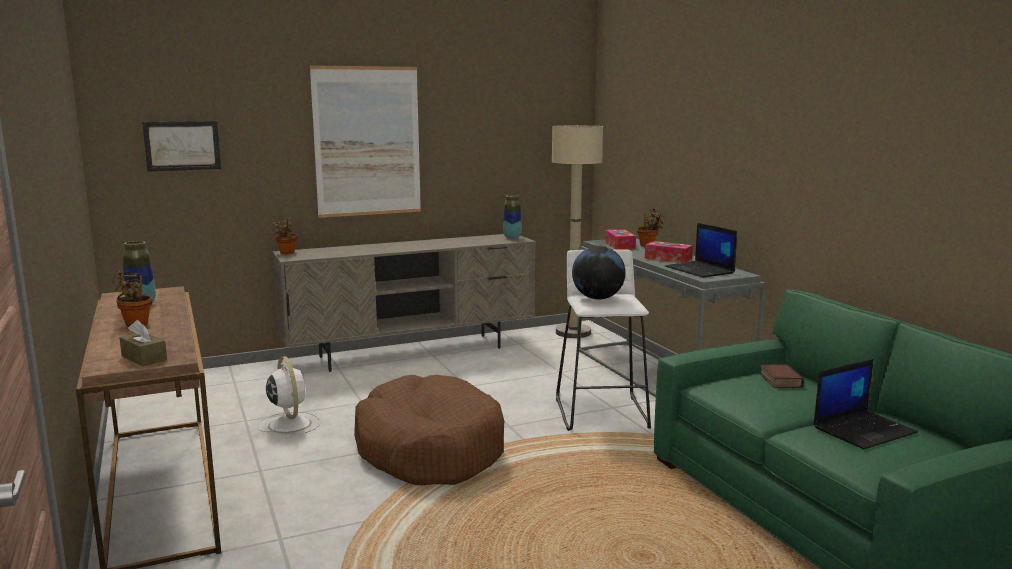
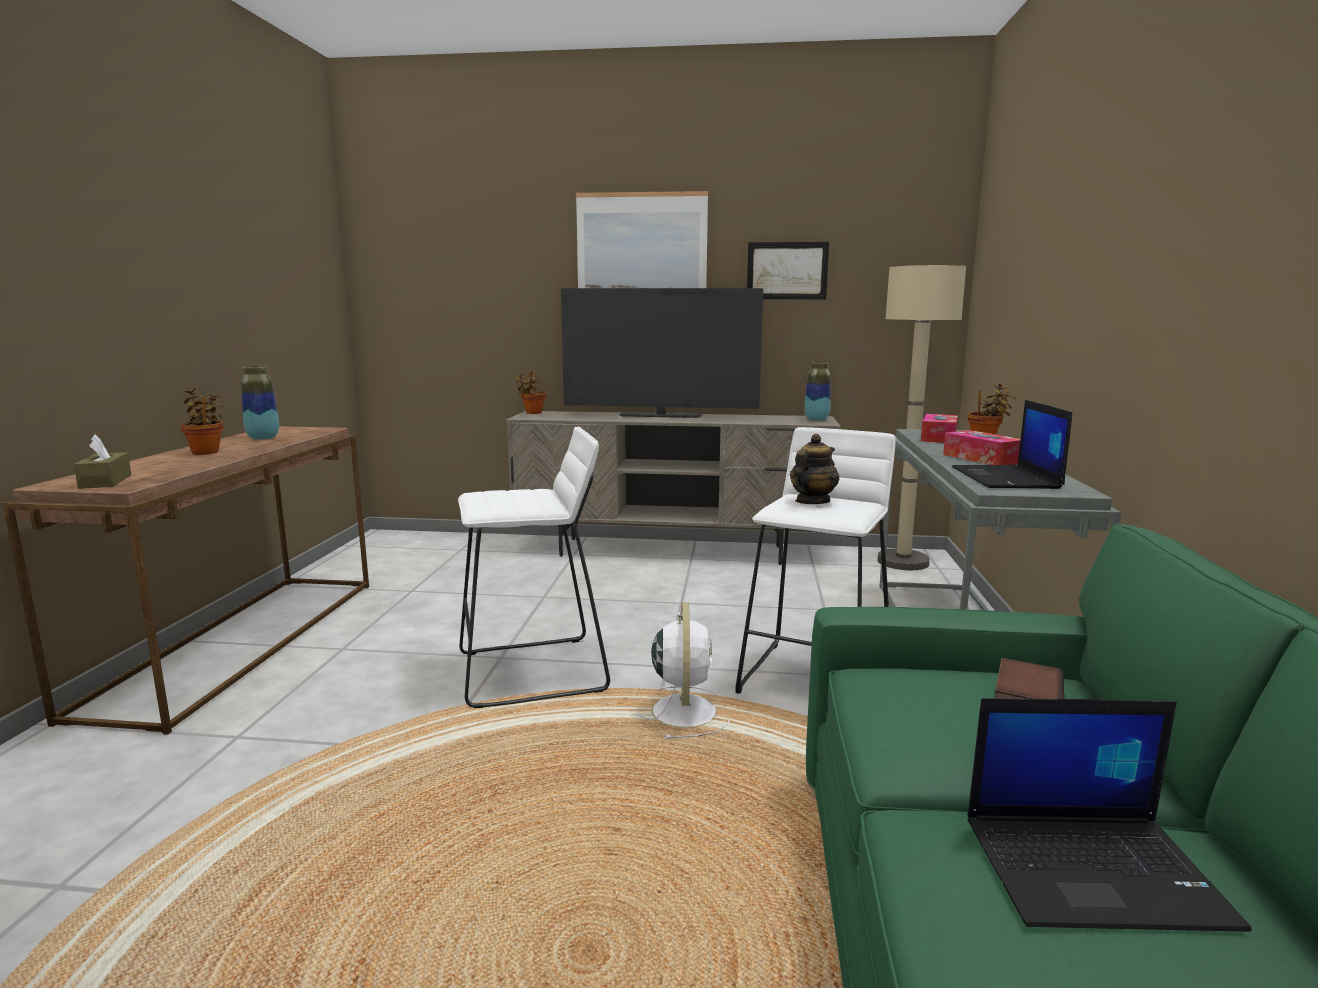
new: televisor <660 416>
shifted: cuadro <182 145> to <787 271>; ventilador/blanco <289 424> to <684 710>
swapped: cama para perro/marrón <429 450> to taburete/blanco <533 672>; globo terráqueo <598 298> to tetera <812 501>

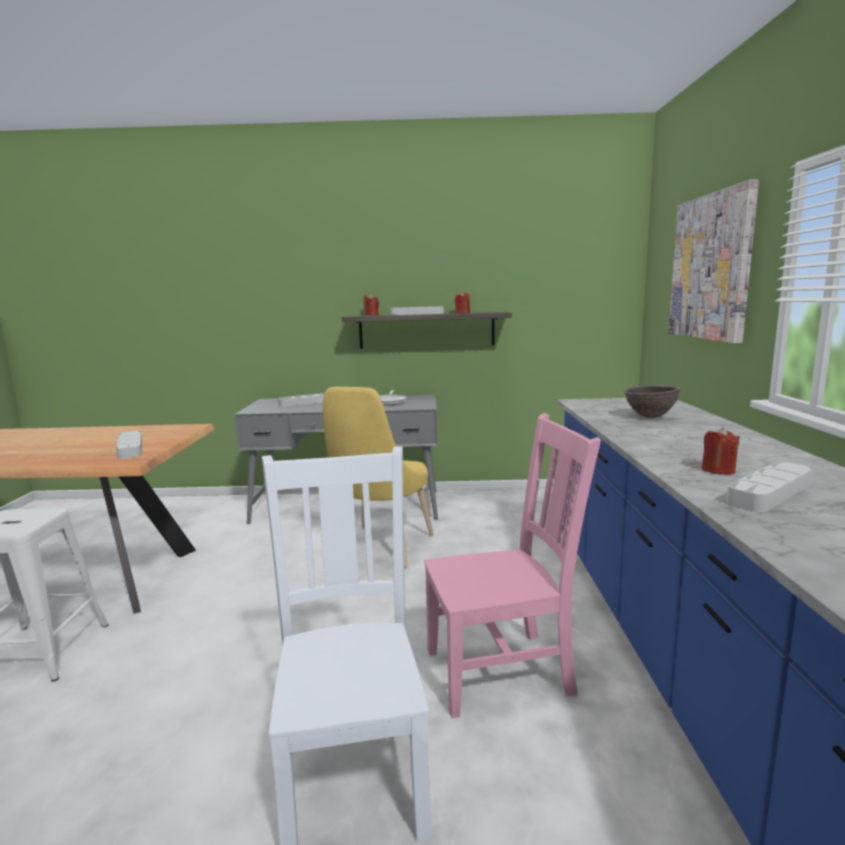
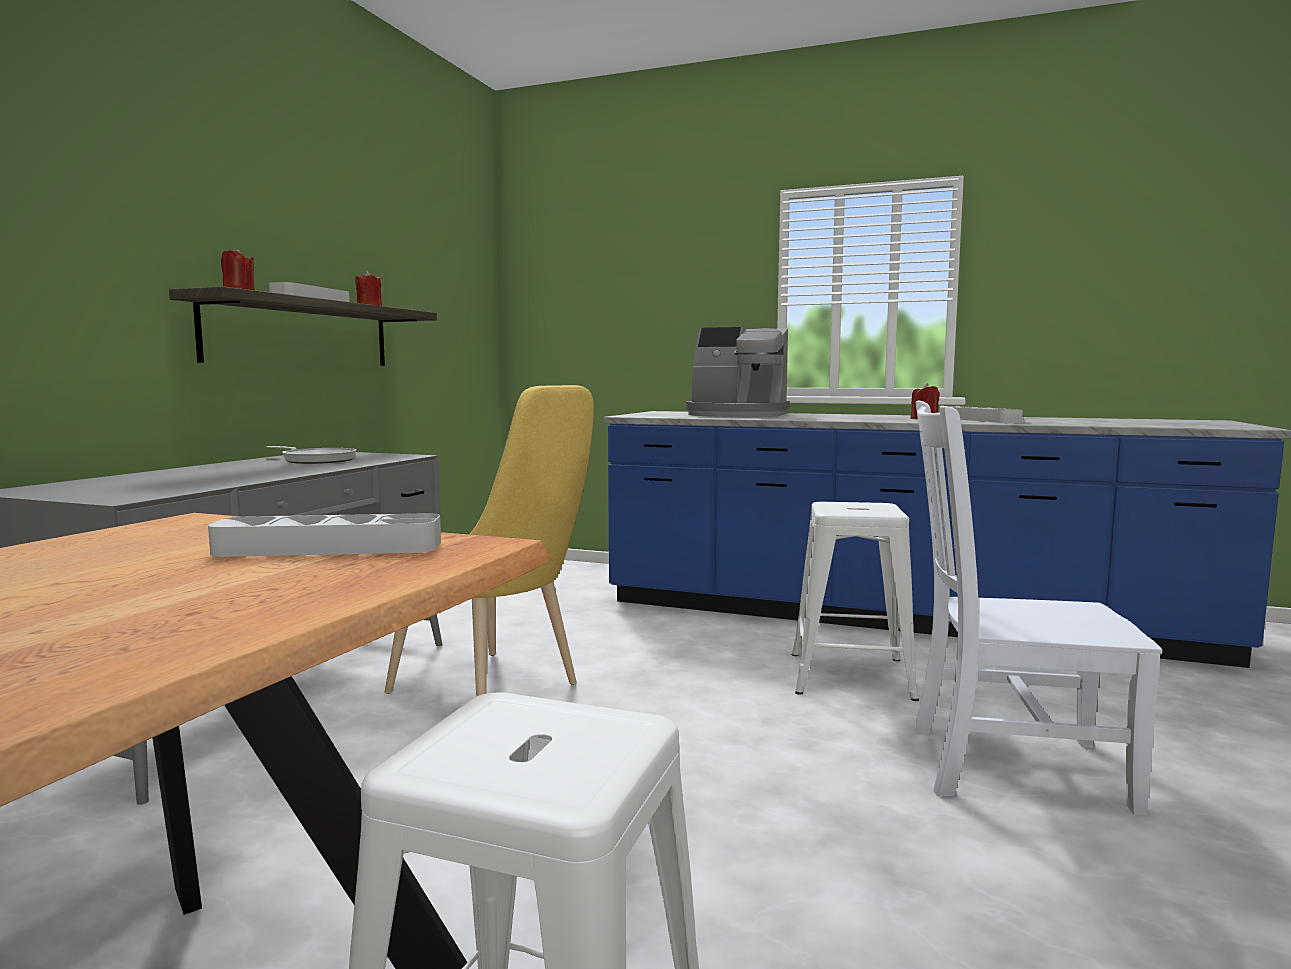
gone: bandeja/gris <305 403>; cuadro <711 267>
swapped: silla/rosa <503 671> to taburete/blanco <851 675>; cuenco/marrón <649 417> to cafetera <737 415>

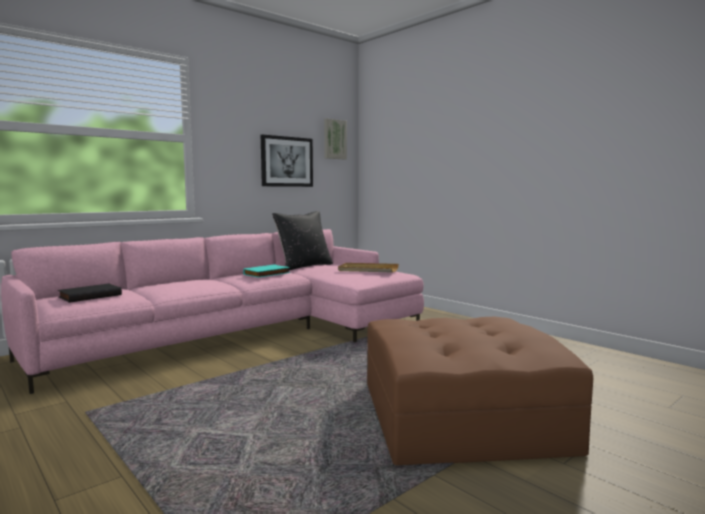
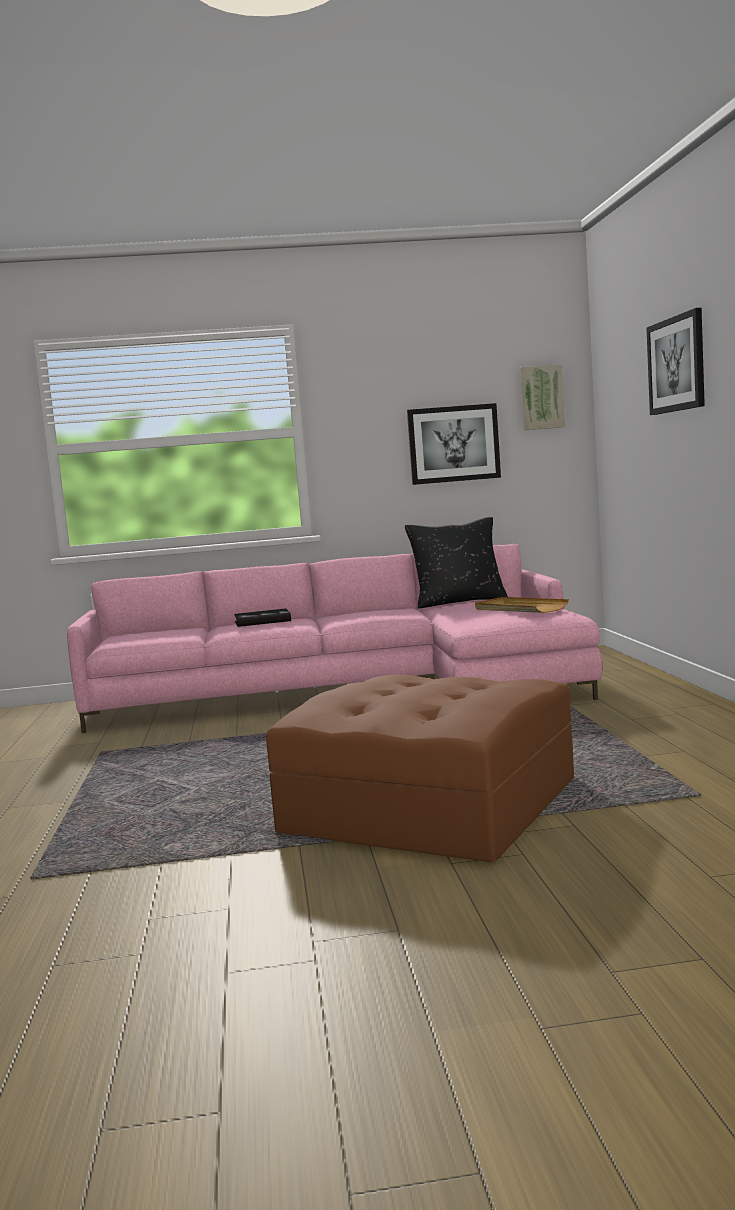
gone: libro/turquesa <267 274>
new: cuadro <676 364>
shifted: libro/negro <90 296> to <263 621>

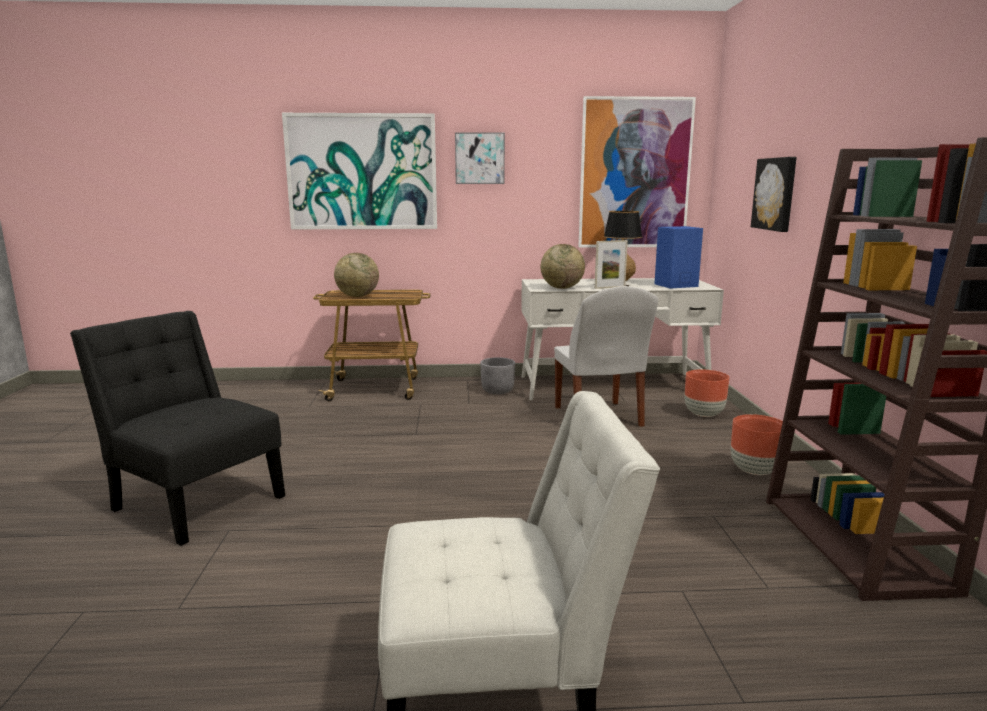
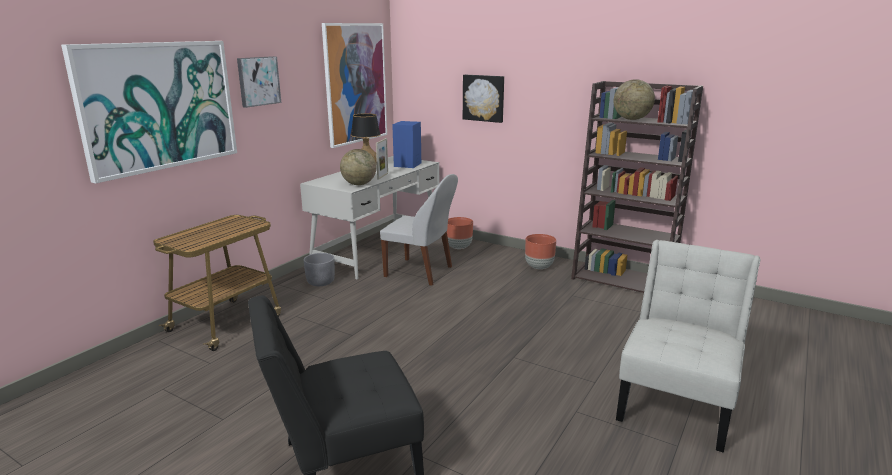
shifted: globo terráqueo <357 296> to <631 119>

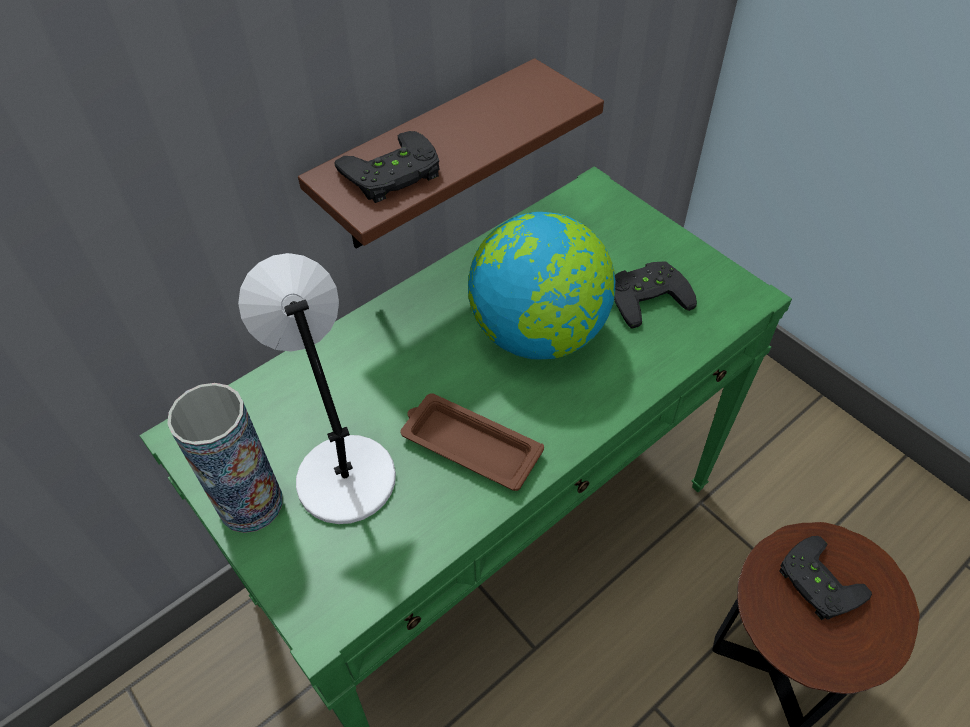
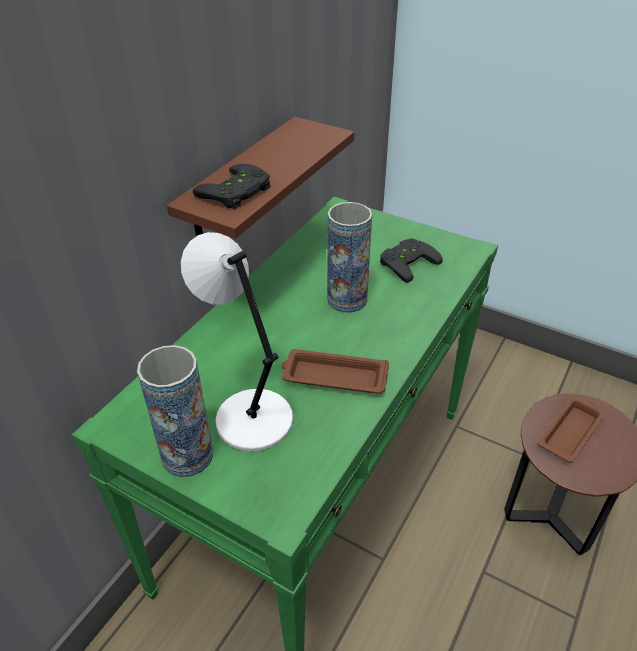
swapped: globo terráqueo <538 334> to florero <347 299>; mando de consola/negro <815 583> to bandeja/marrón <571 431>

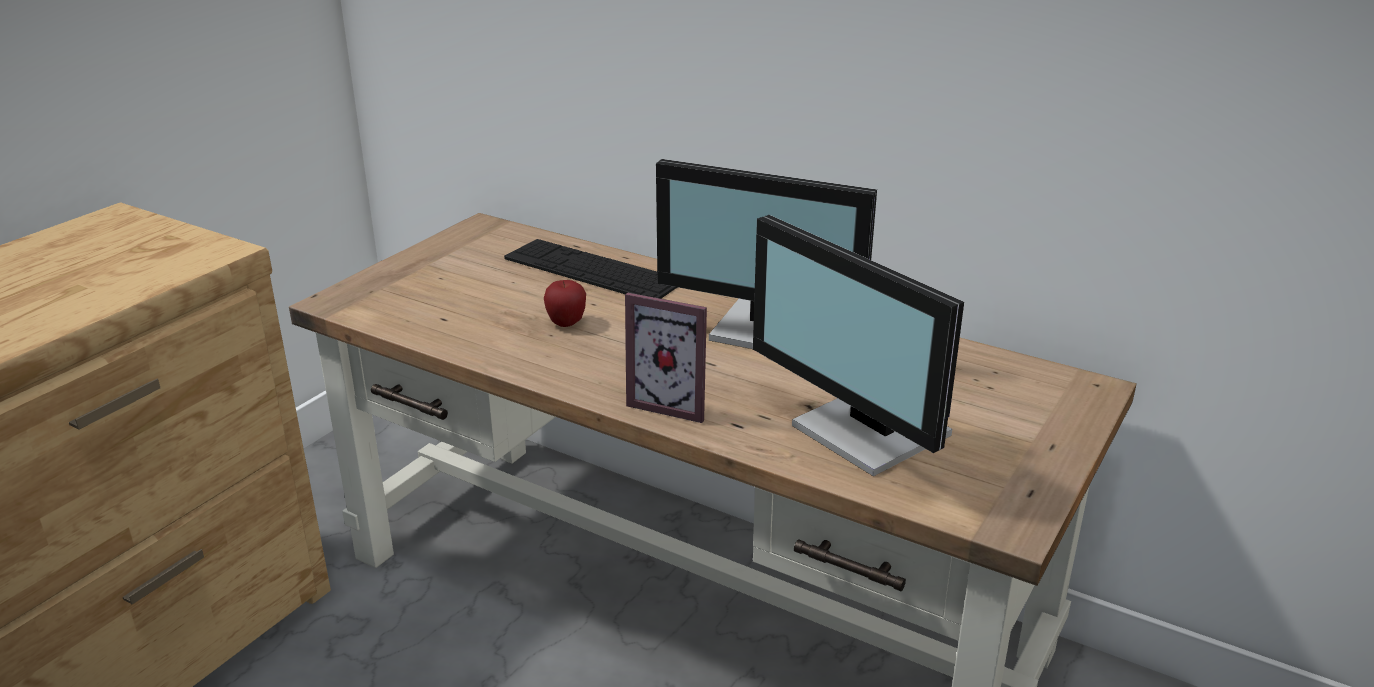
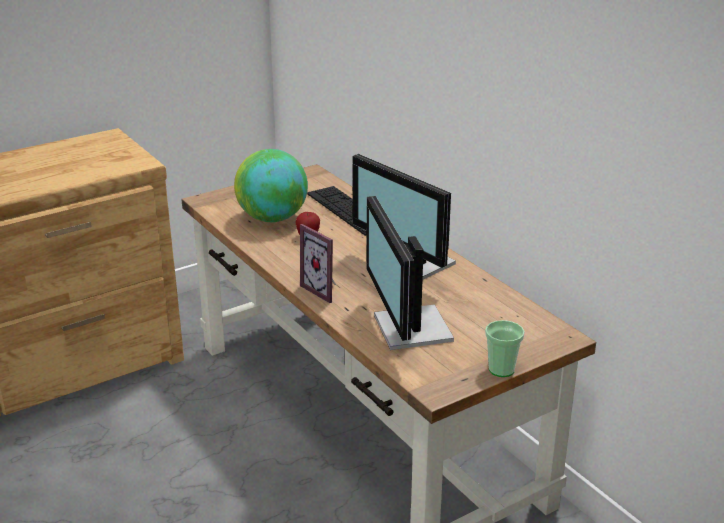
new: globo terráqueo <272 218>; taza <501 369>

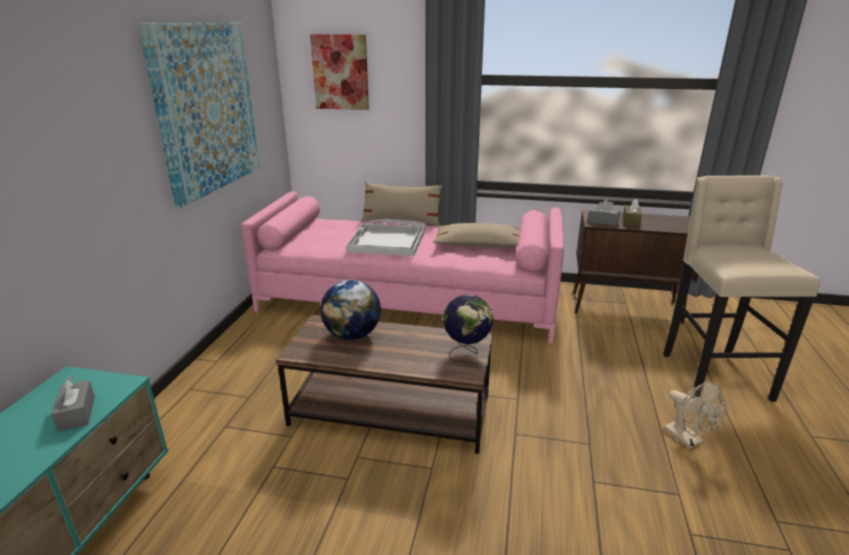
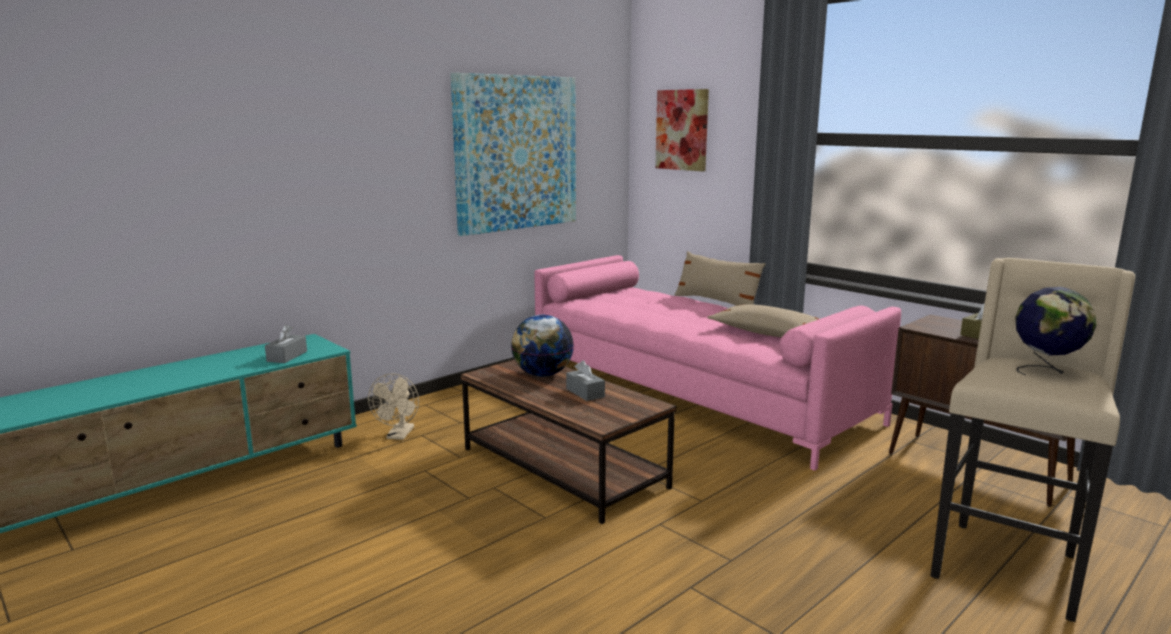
gone: bandeja/blanco <386 241>
shifted: globo terráqueo <466 352> to <1046 371>; caja de pañuelos/gris <603 221> to <585 393>; ventilador/beis <688 440> to <399 435>

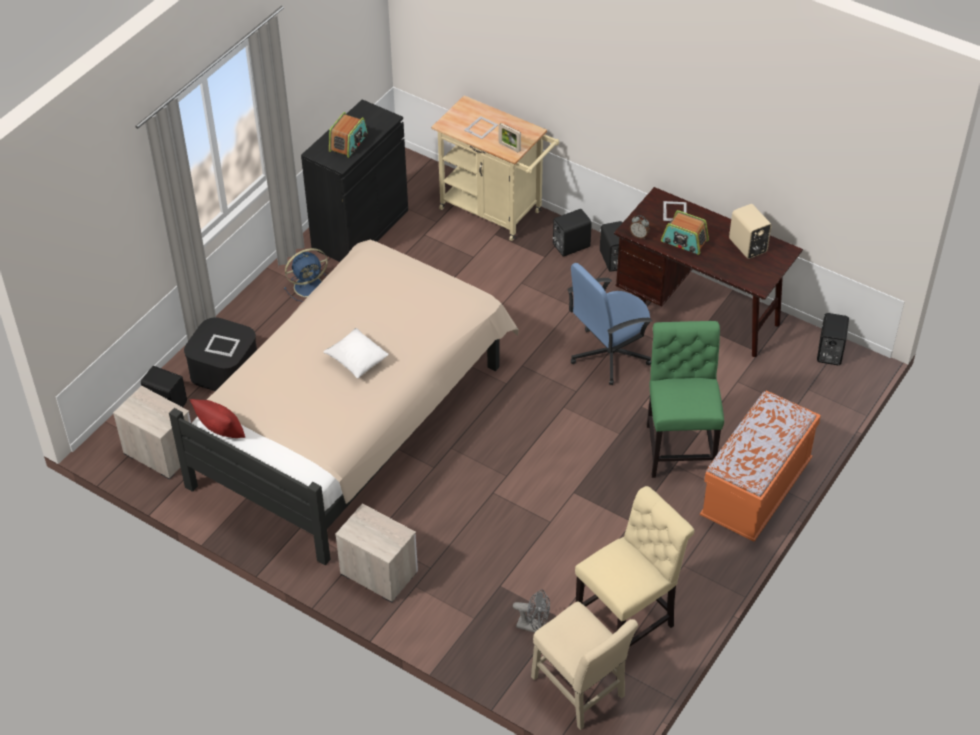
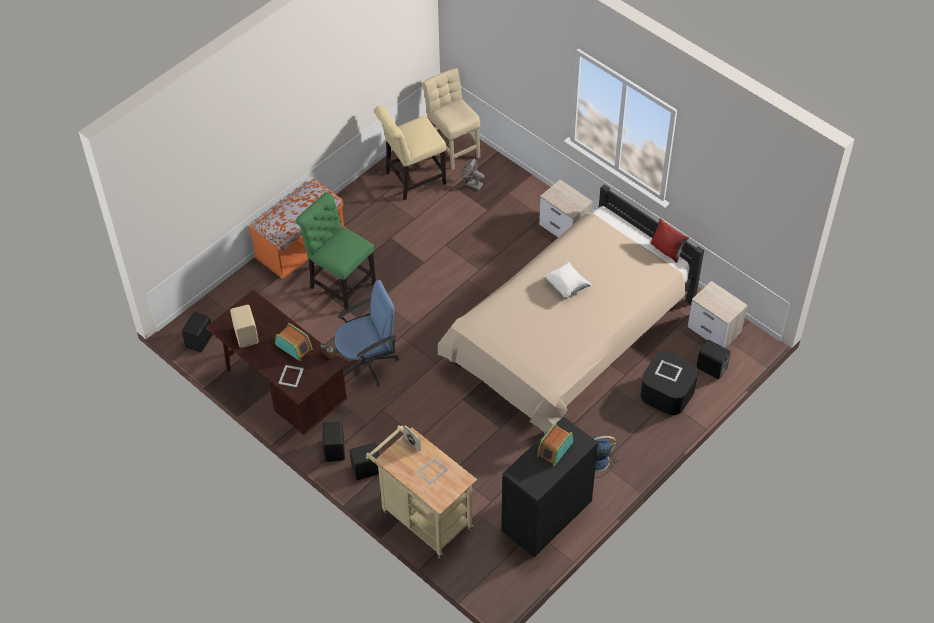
rotated: silla/verde <679 446> = <340 284> 120 degrees clockwise

